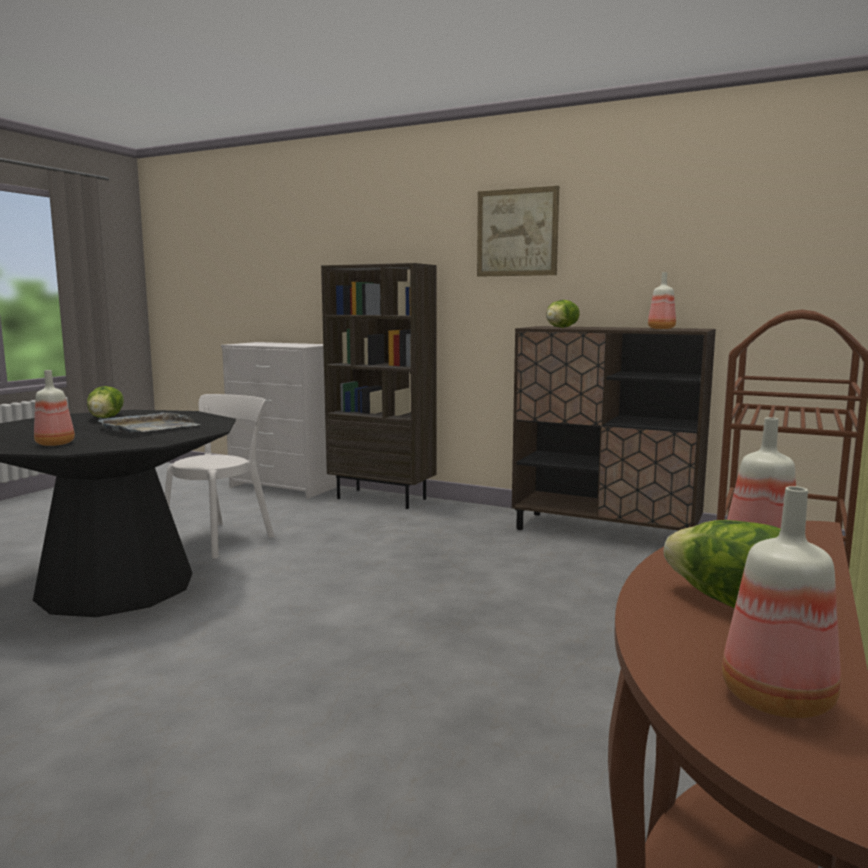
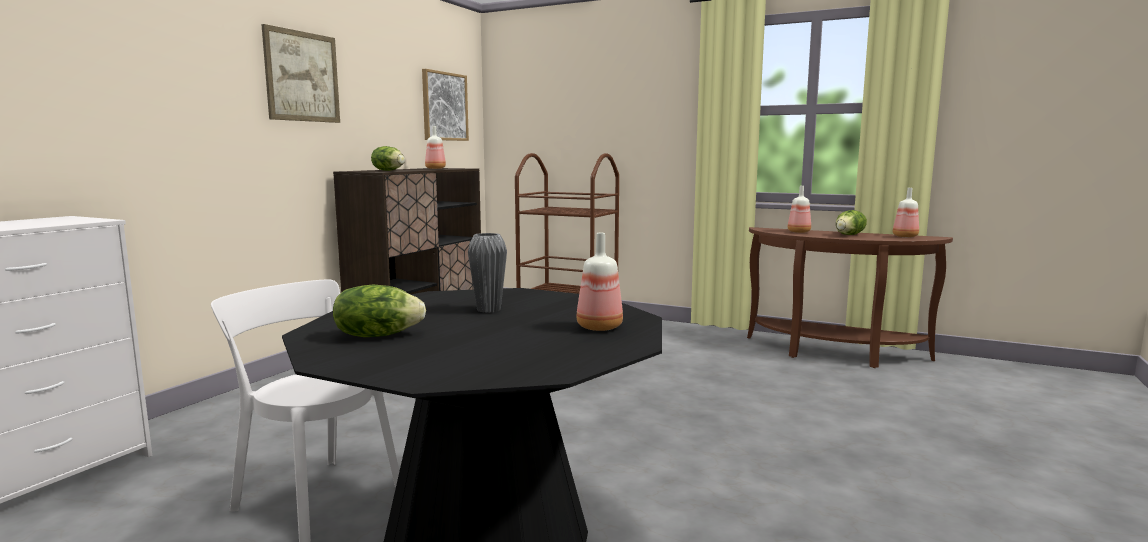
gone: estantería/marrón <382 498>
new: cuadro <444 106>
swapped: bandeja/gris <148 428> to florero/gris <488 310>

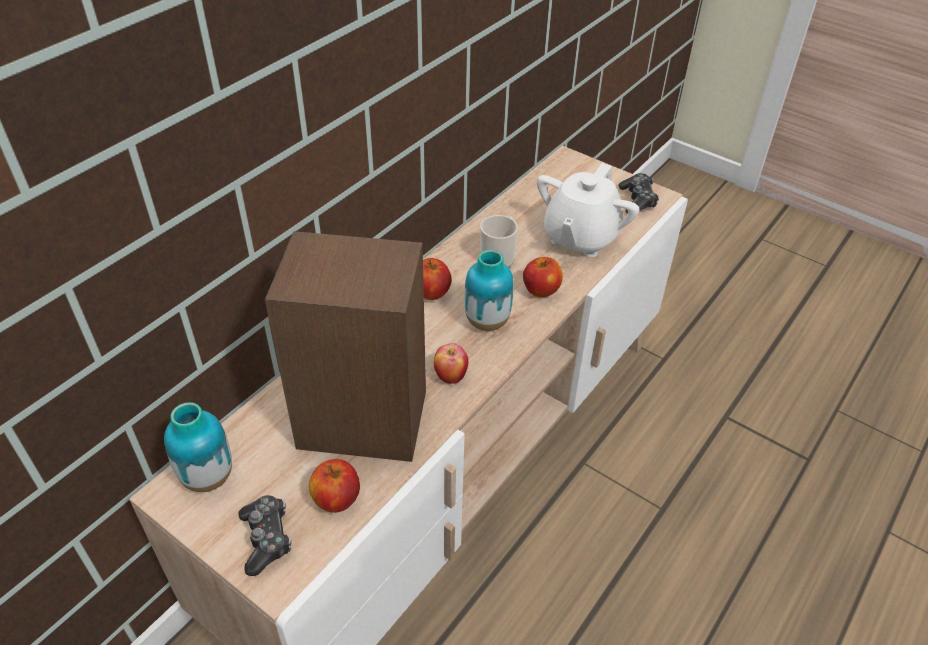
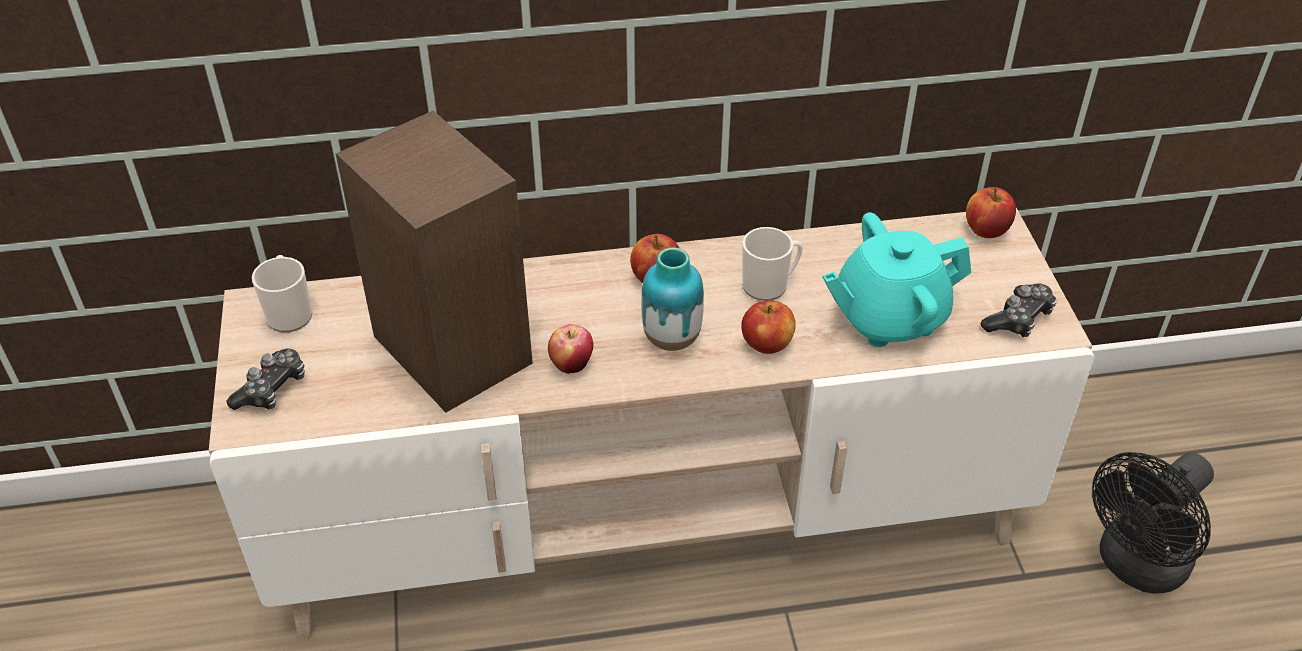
new: ventilador/negro <1135 566>
shifted: manzana <336 499> to <986 230>
swapped: florero <208 477> to taza grande <289 312>
repainted: tetera/blanco <580 237> to tetera/turquesa <888 318>

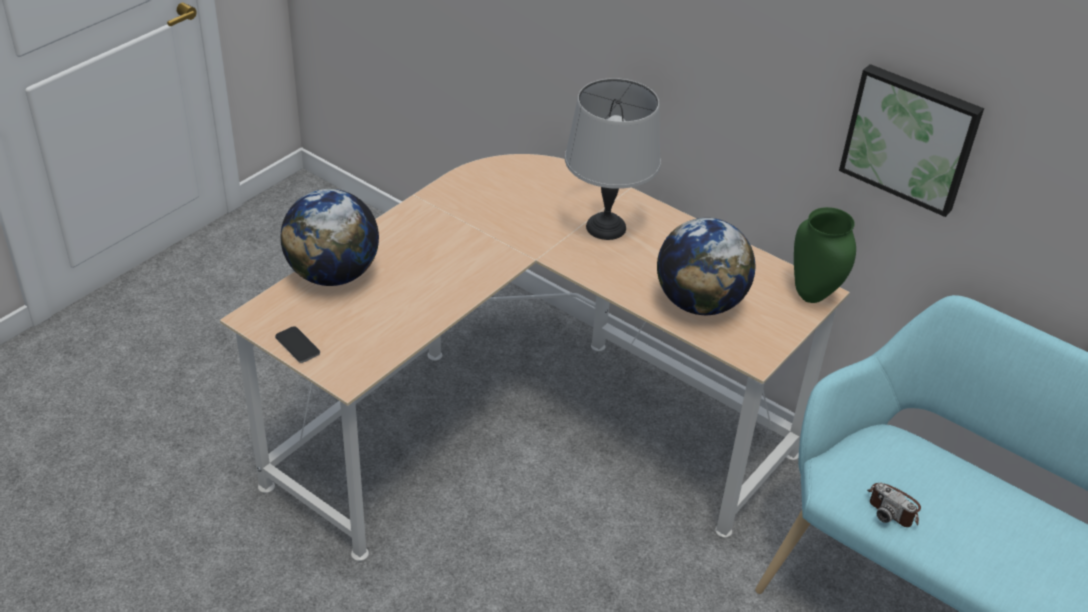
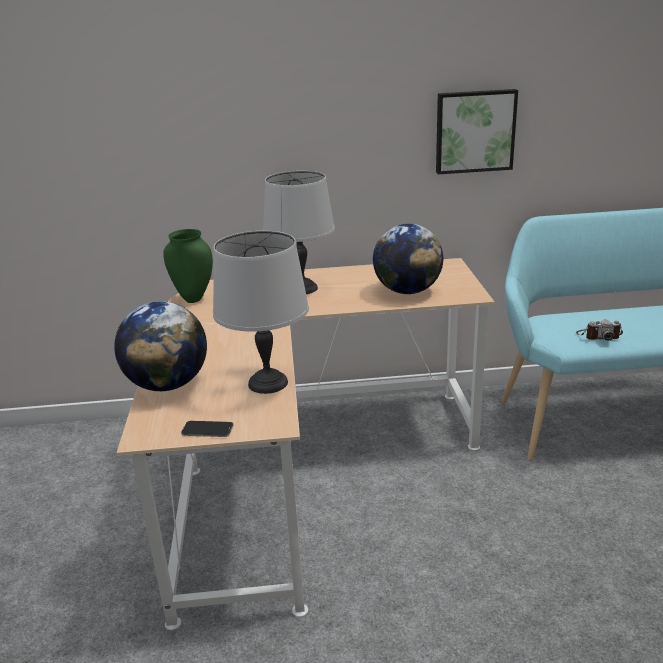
new: lámpara de mesa/gris <268 382>
shifted: florero/verde <814 295> to <194 299>

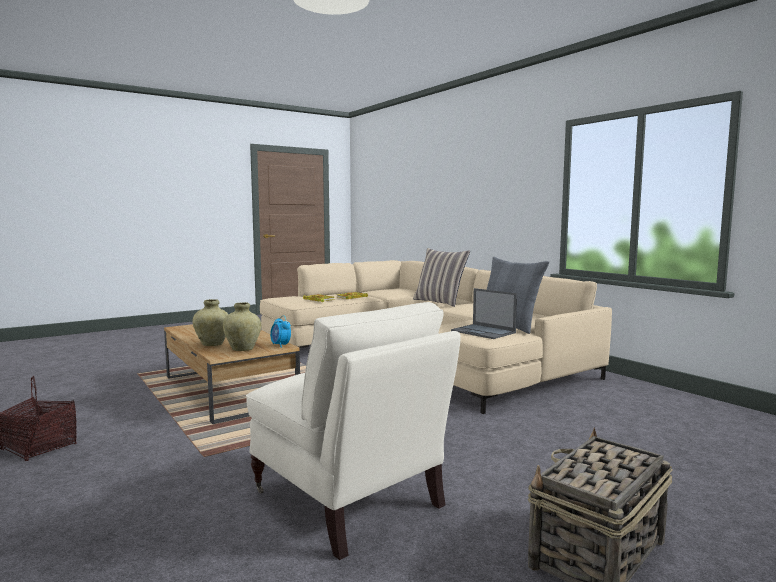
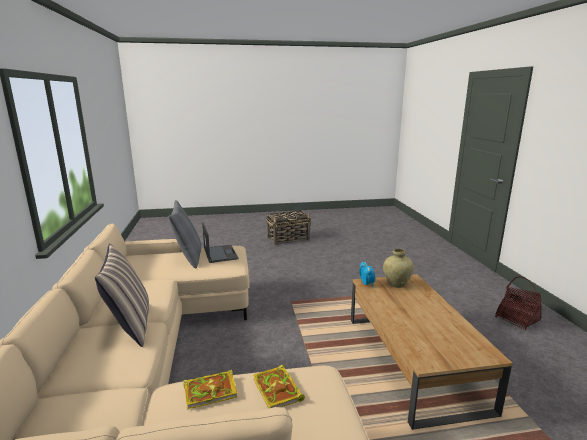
gone: florero/beis <212 344>; sillón/beis <349 500>

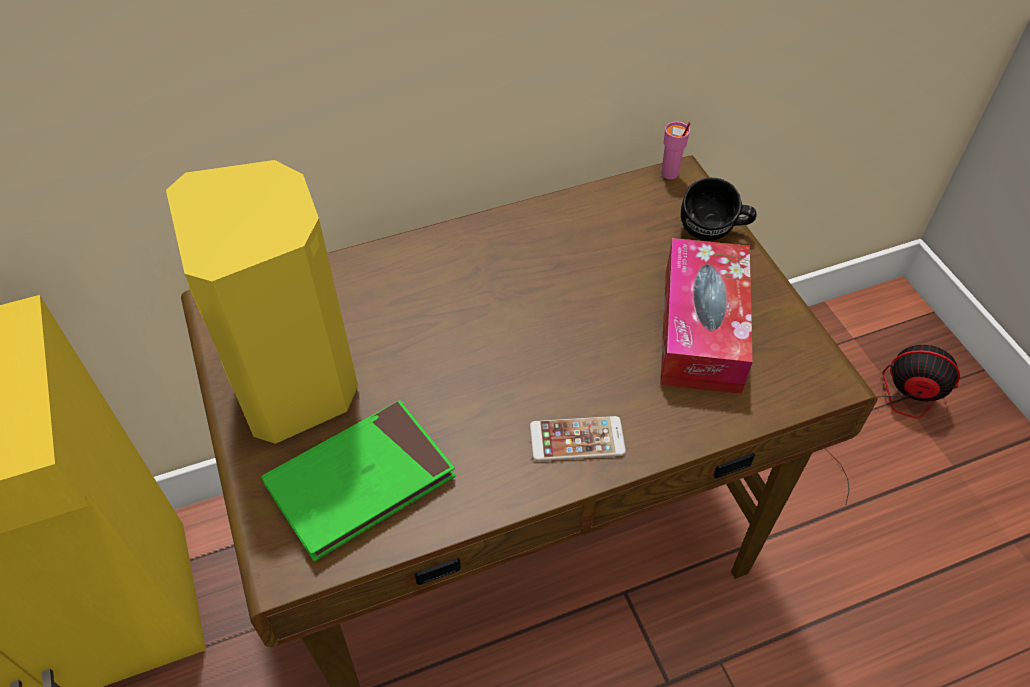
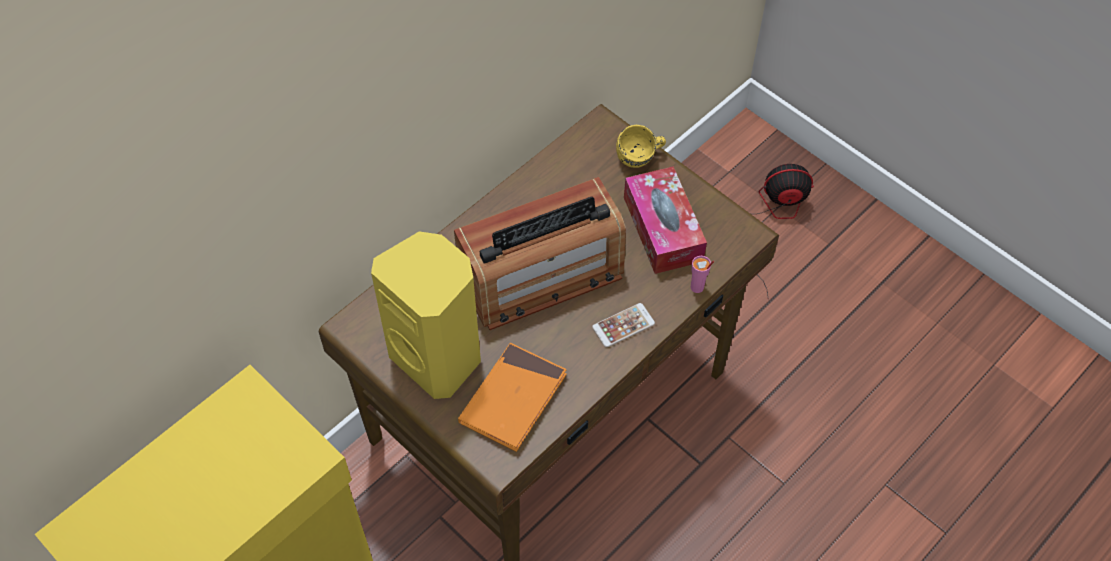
new: radio <541 276>
shifted: taza/rosa <669 174> to <697 287>
repainted: libro/verde <360 482> to libro/naranja <513 399>; taza grande/negro <713 233> to taza grande/amarillo <640 159>

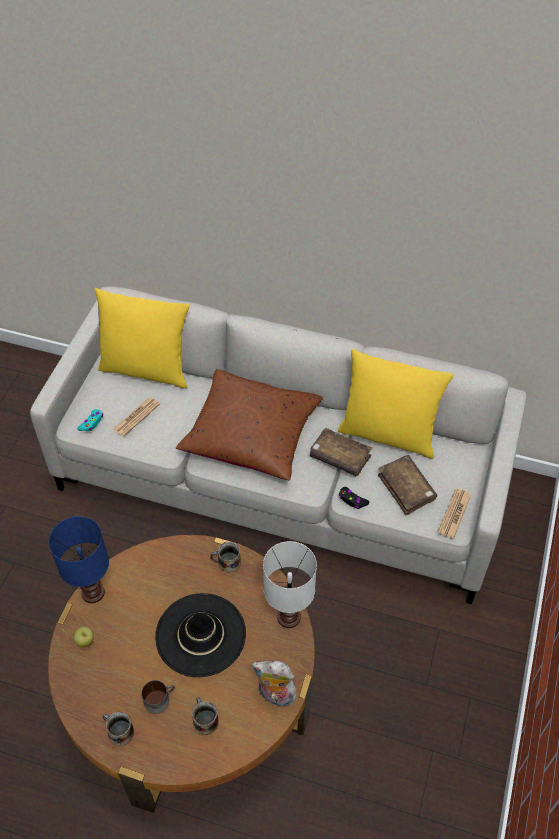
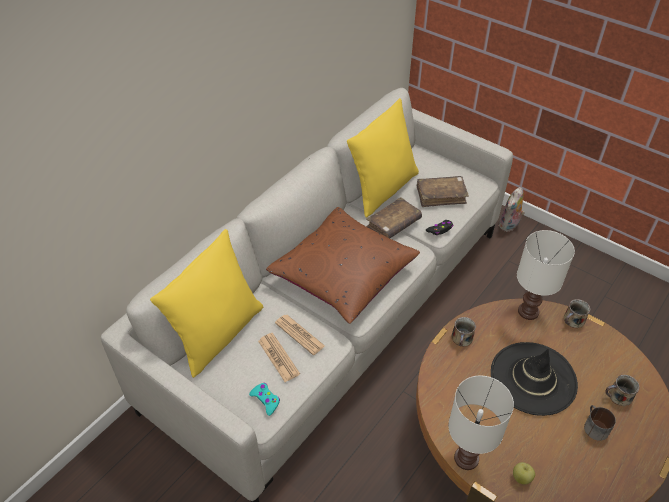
shifted: taza grande <119 732> to <573 320>; peluche <275 696> to <509 226>; periódico <454 514> to <299 334>
repainted: lámpara de mesa/azul <94 593> to lámpara de mesa/blanco <467 458>

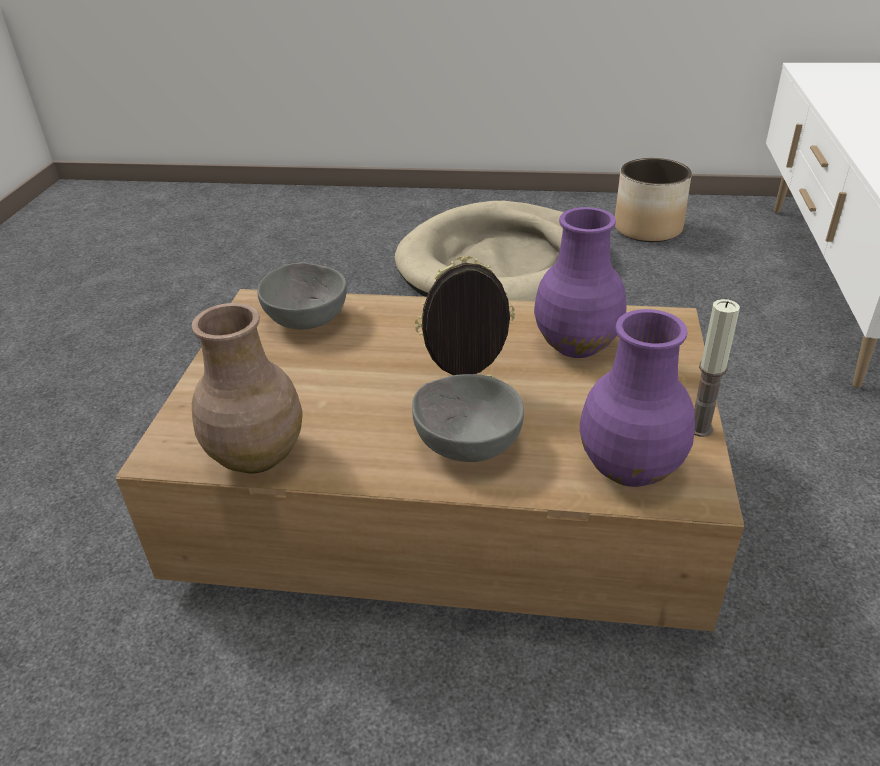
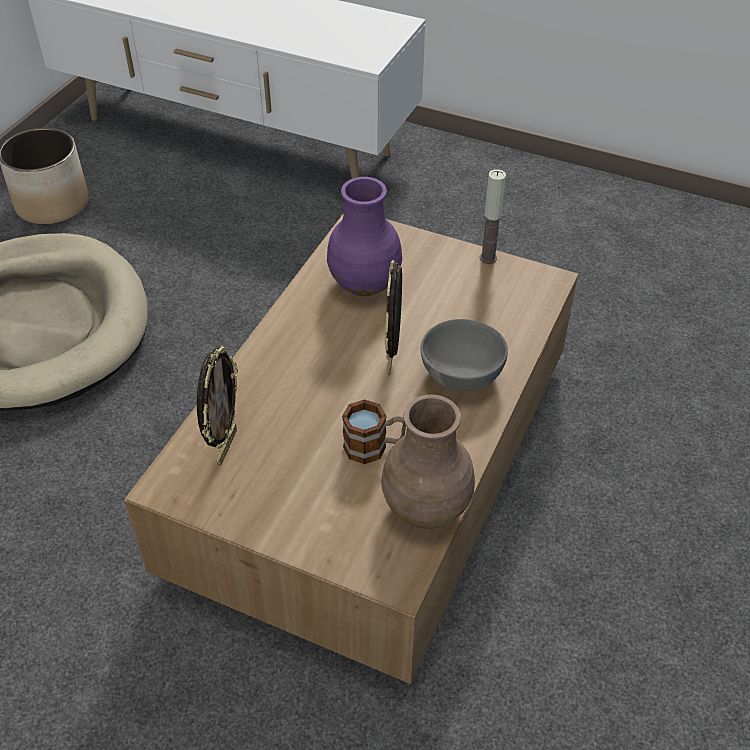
gone: florero/morado <629 466>
new: taza grande <374 447>
swapped: cuenco/gris <308 319> to portarretratos <225 446>

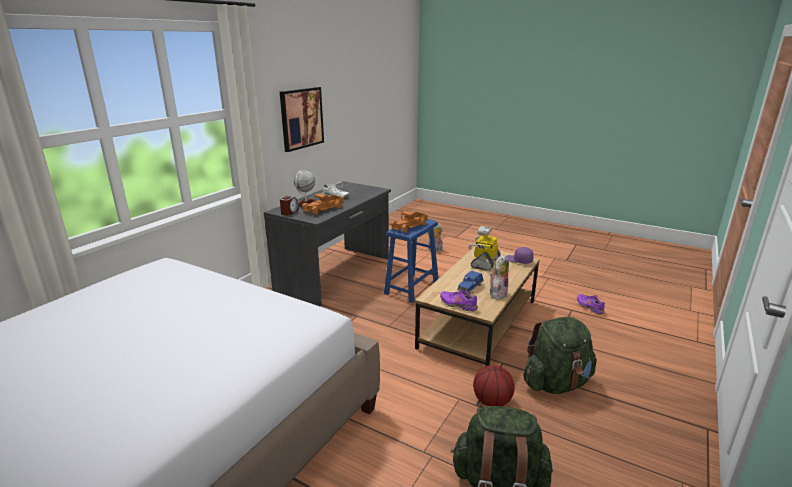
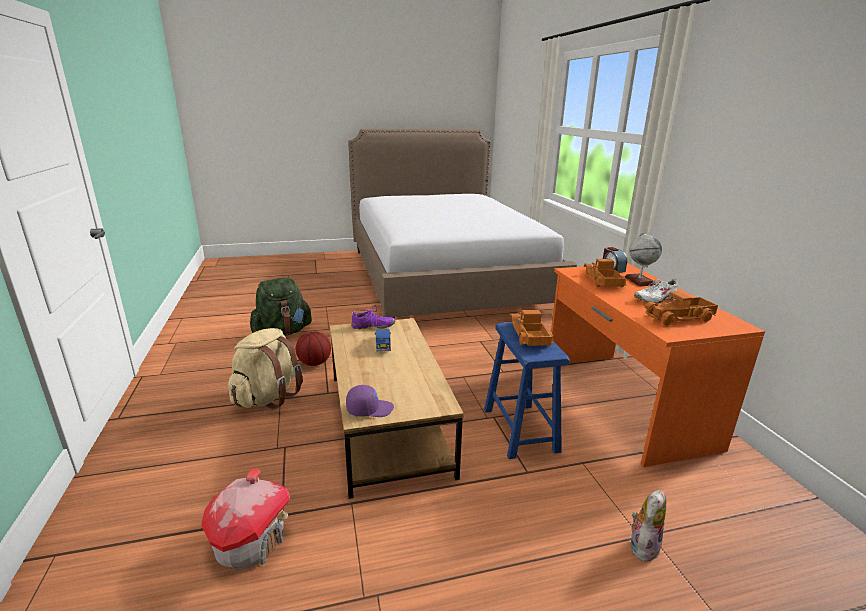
gone: cuadro <301 118>; robot de juguete <484 262>; peluche <497 293>
new: camión de juguete <679 318>
swapped: zapato/morado <590 307> to casita <251 542>
repainted: escritorio/gris <335 274> to escritorio/naranja <622 402>; mochila/verde <556 383> to mochila/beis <268 397>

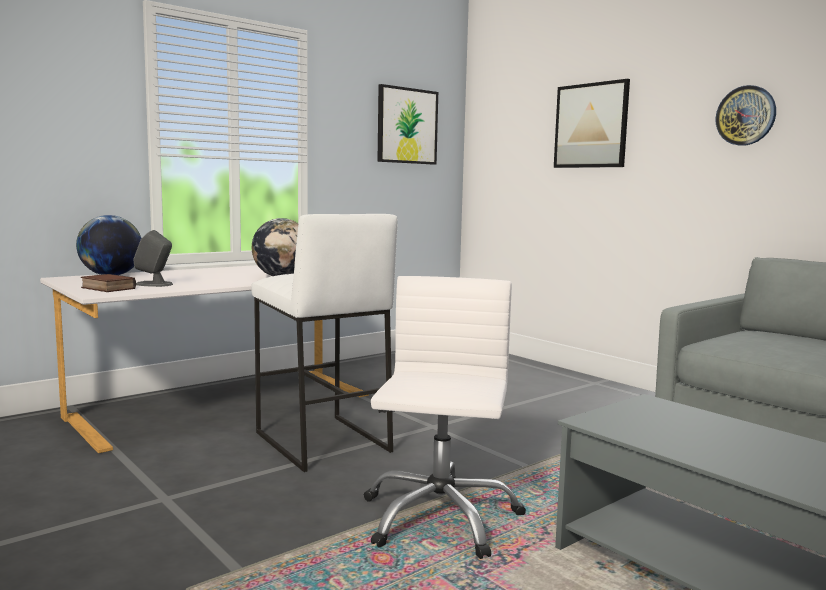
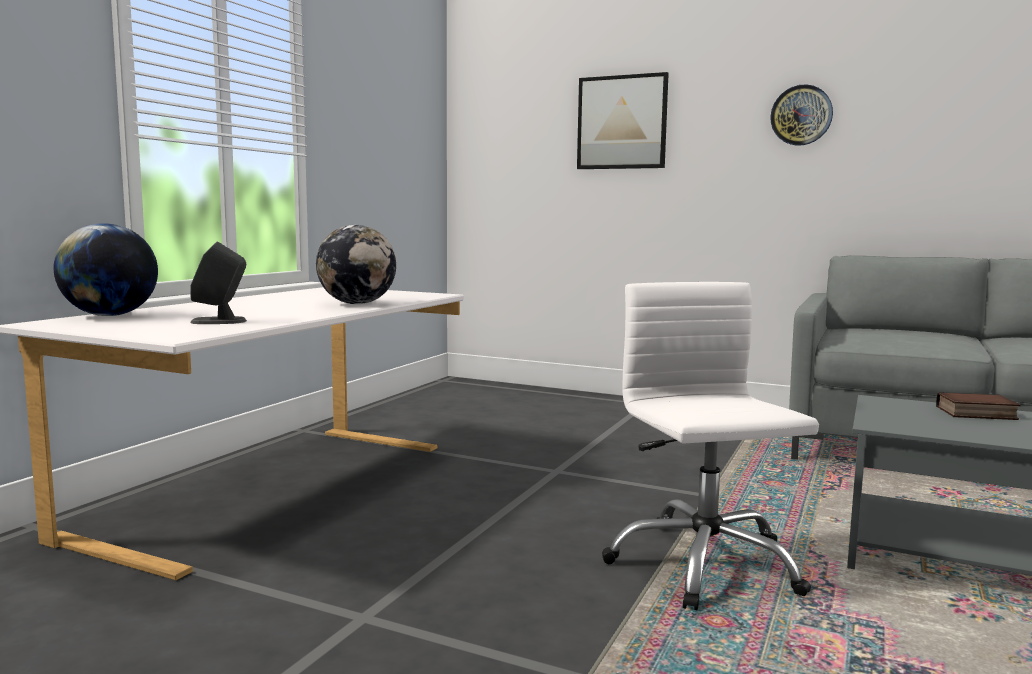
gone: taburete/blanco <320 442>; cuadro <407 126>
shifted: libro <106 288> to <975 413>

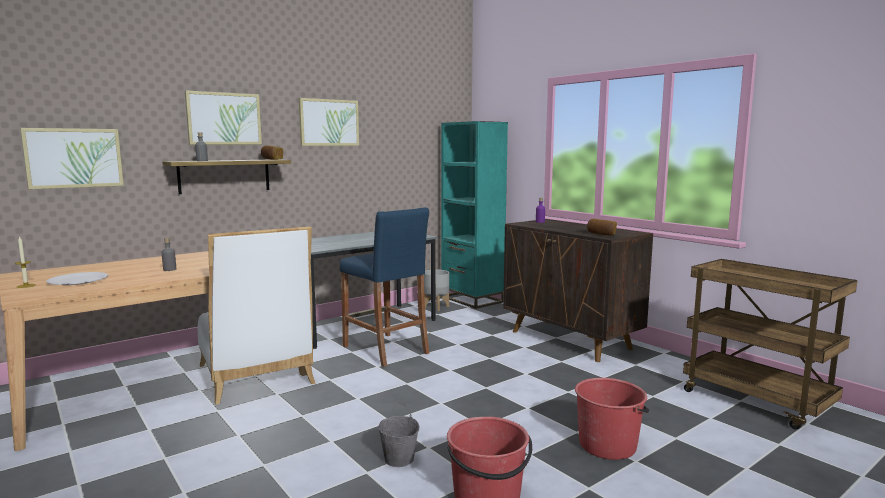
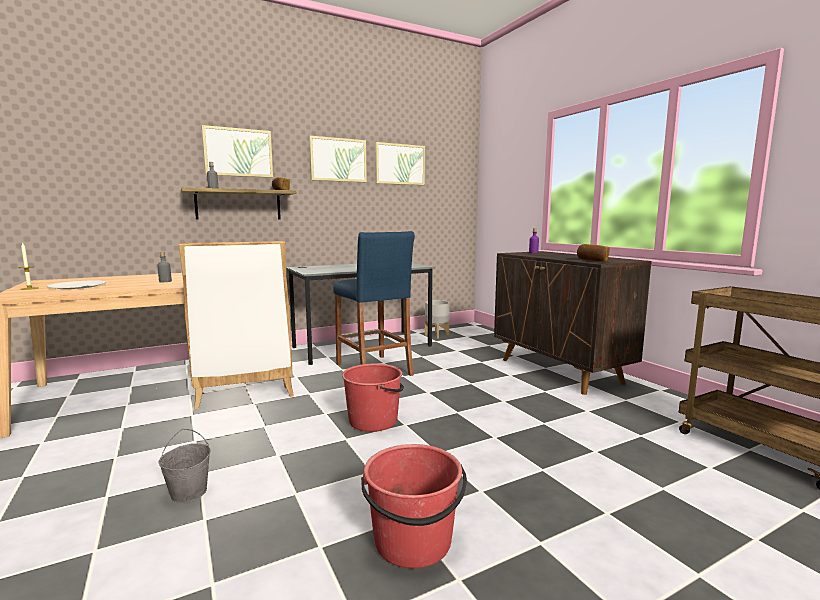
gone: estantería/turquesa <472 299>
shifted: cuadro <74 158> to <399 164>; cubo/gris <398 459> to <189 492>; cubo/rojo <608 445> to <374 421>

